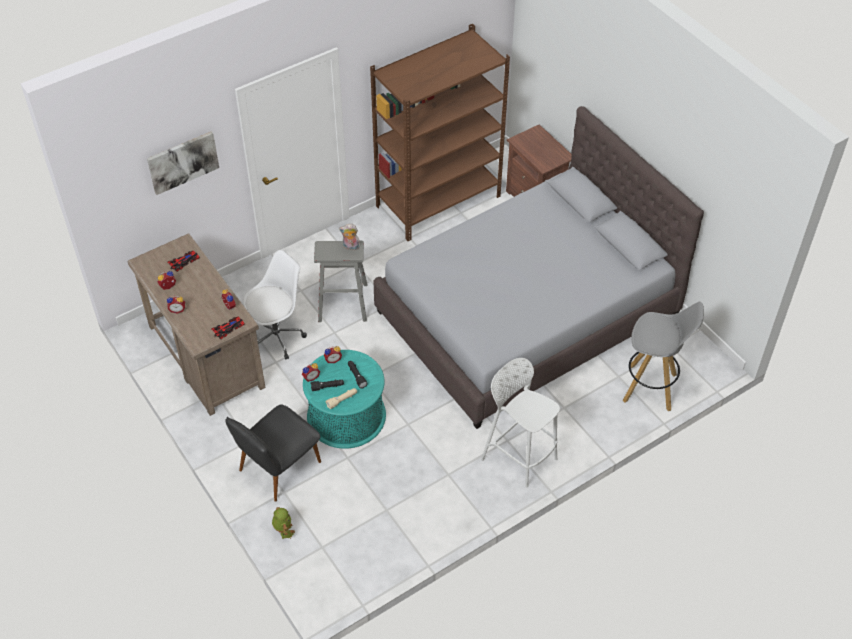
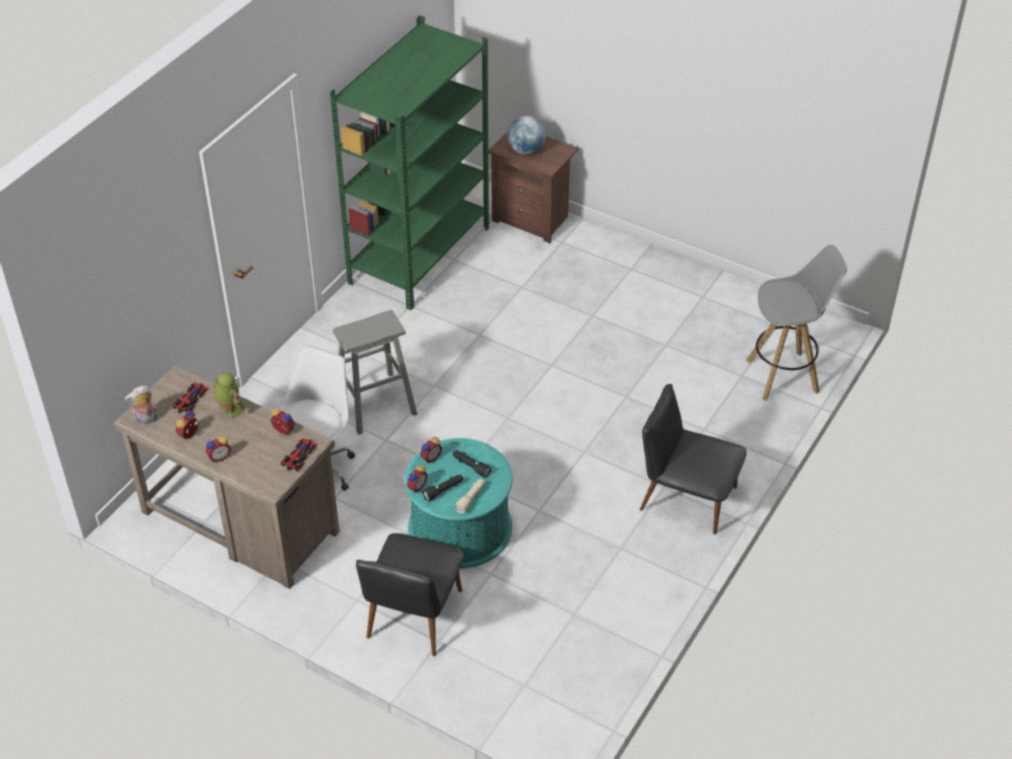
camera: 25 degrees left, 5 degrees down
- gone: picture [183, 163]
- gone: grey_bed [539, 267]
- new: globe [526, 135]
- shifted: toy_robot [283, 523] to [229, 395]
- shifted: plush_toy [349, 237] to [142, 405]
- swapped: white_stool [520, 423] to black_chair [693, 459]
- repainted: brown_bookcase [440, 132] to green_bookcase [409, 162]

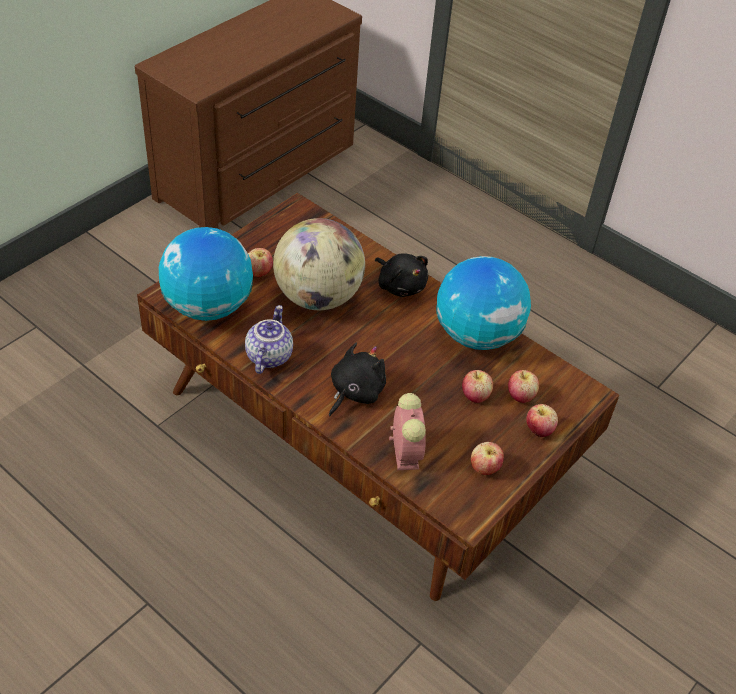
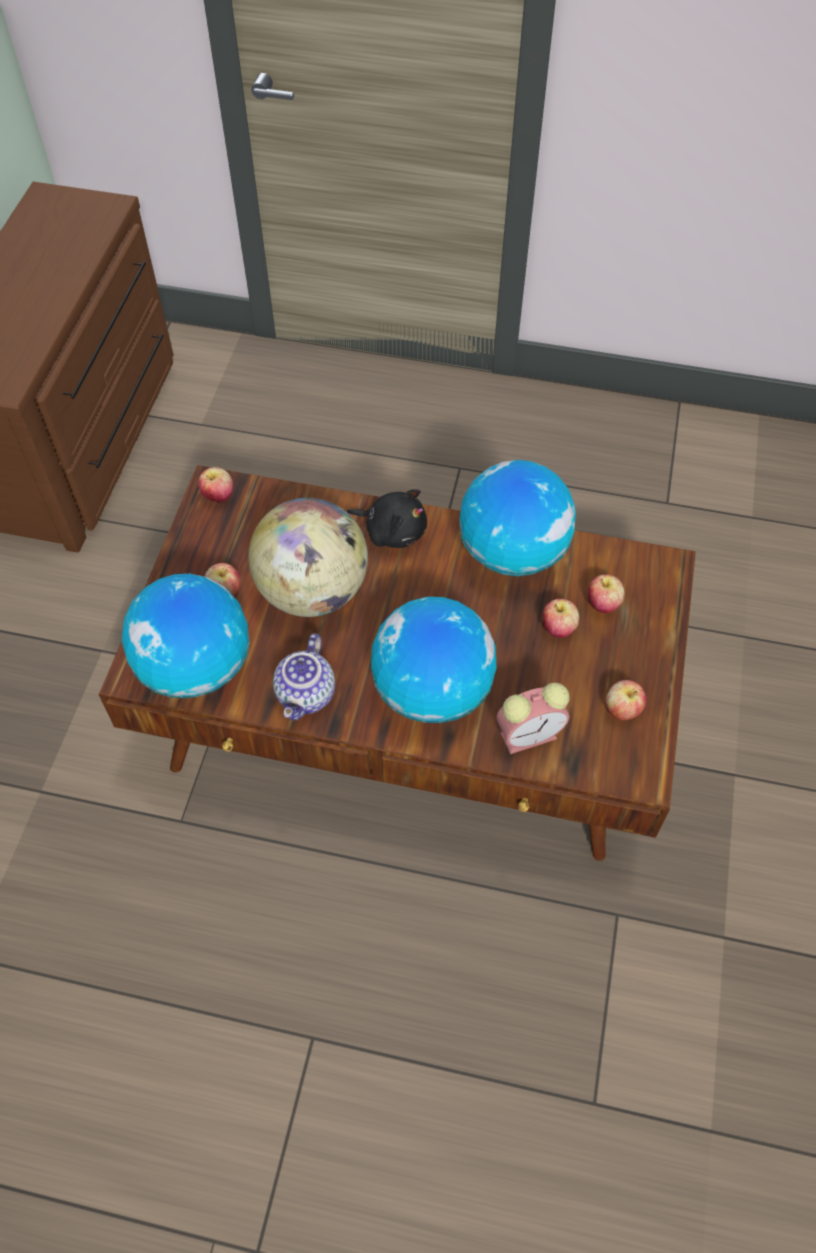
camera: 25 degrees left, 10 degrees up
- shifted: apple [542, 420] to [215, 485]
- swapped: black_plush_toy [357, 379] to globe [433, 660]
- rotated: teapot [269, 339] = [304, 676] 150 degrees counterclockwise
- rotated: alarm_clock [407, 431] = [533, 718] 105 degrees clockwise

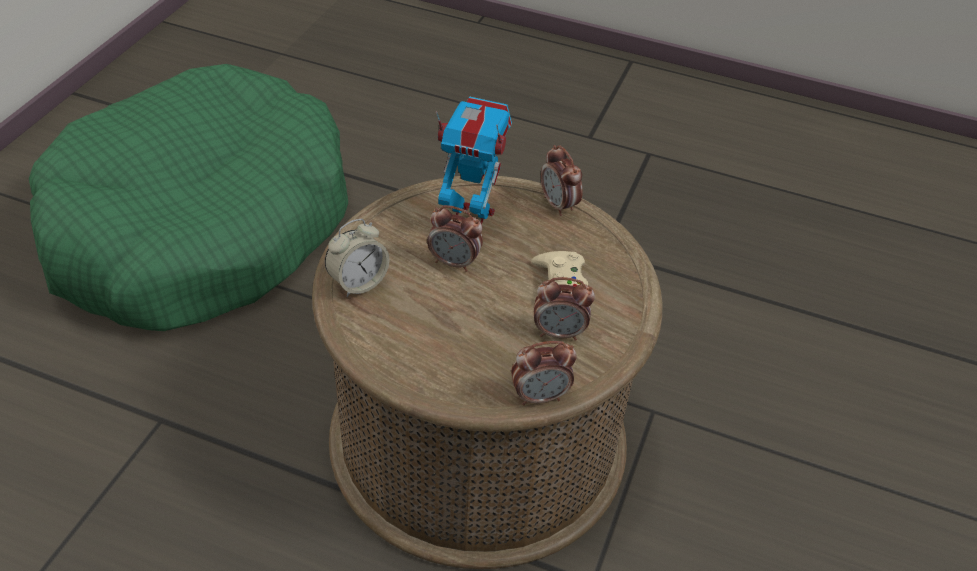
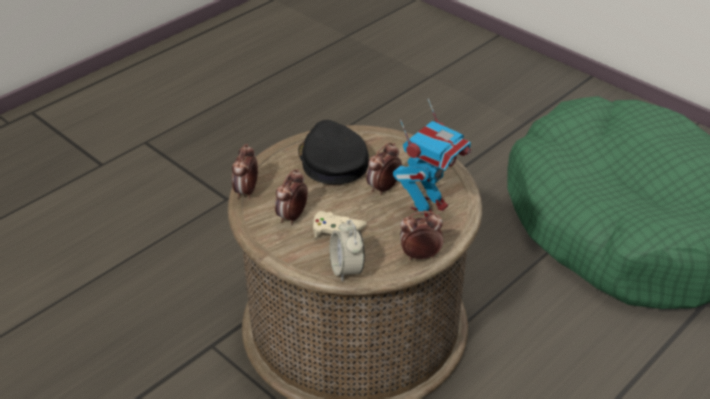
camera: 115 degrees right, 5 degrees down
- new: black_cap [333, 152]
- shifted: alarm_clock [357, 258] to [347, 251]

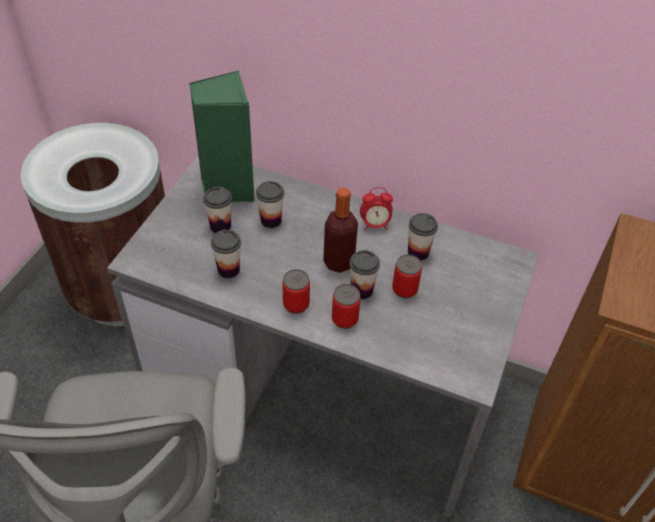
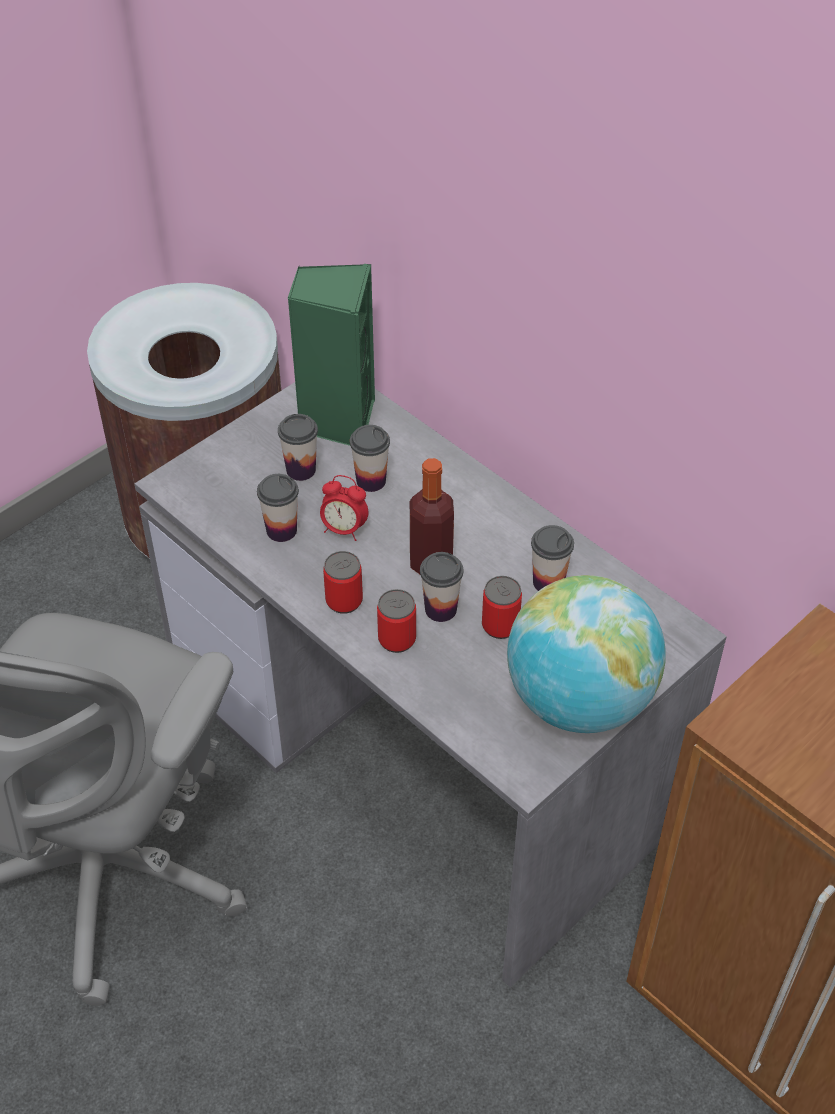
camera: 25 degrees right, 0 degrees up
- new: globe [586, 654]
- shifted: alarm_clock [376, 208] to [344, 508]

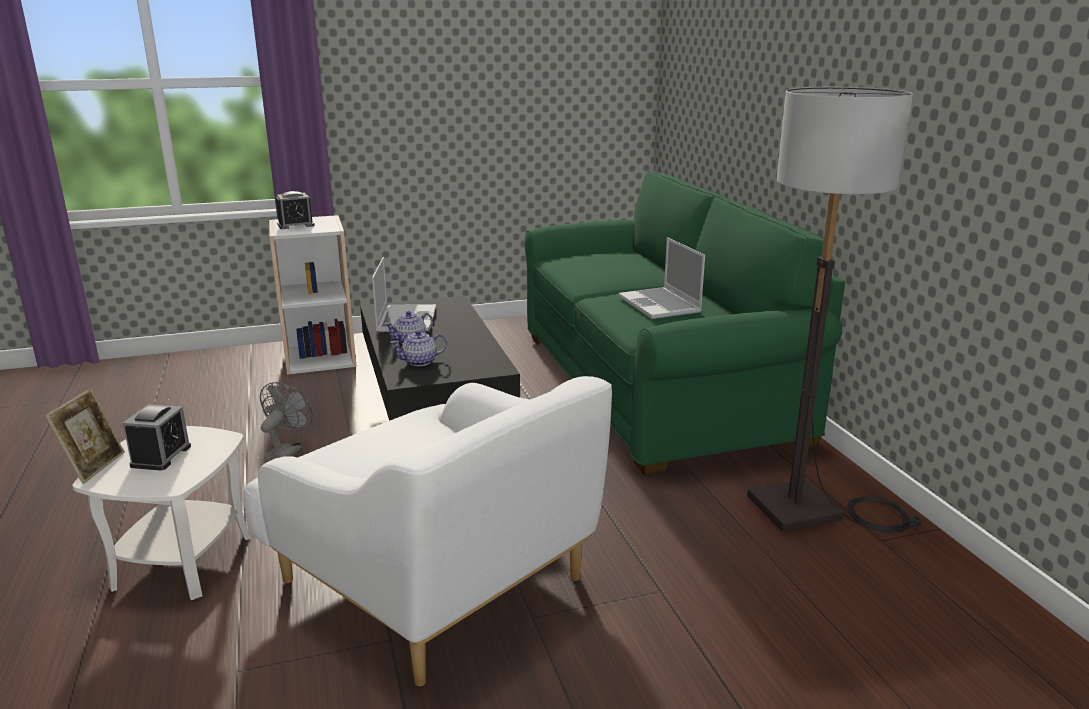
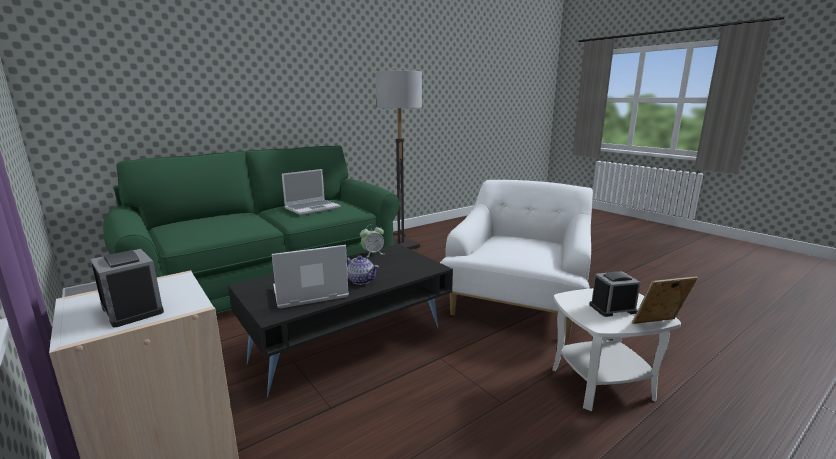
camera: 110 degrees left, 5 degrees down
- gone: grey_fan [286, 421]
- gone: teapot [418, 348]
- new: alarm_clock [372, 241]

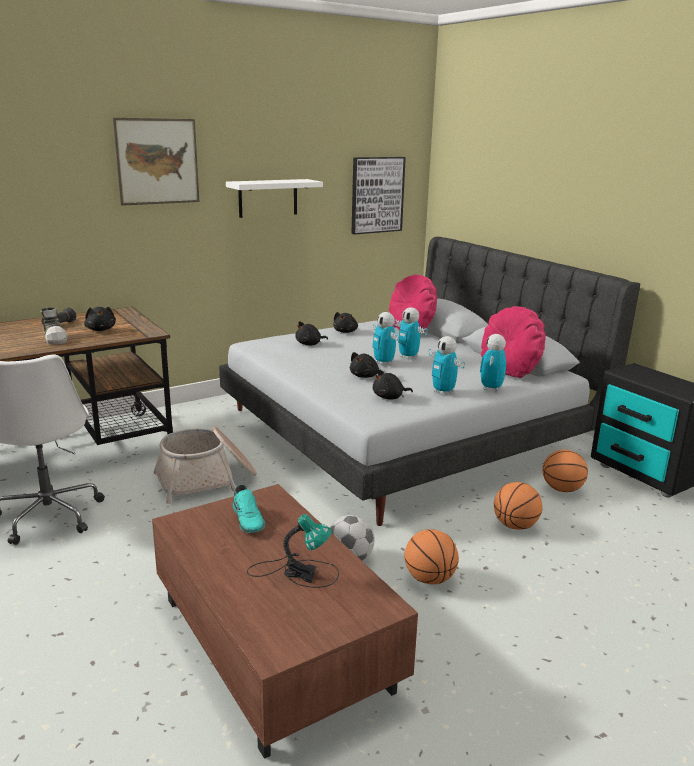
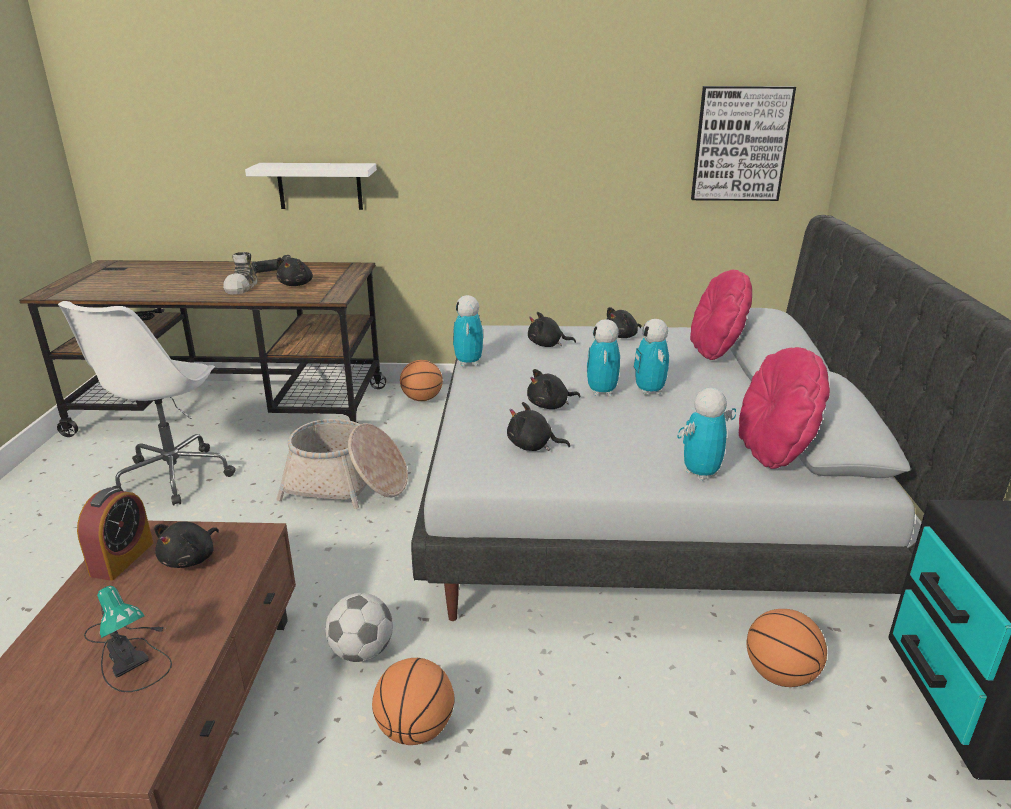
camera: 35 degrees right, 5 degrees up
- gone: picture [155, 162]
- new: alarm_clock [115, 534]
- shifted: white_shelf [274, 198] to [311, 186]
- shifted: toy_robot [447, 365] to [468, 330]
- shifted: basketball [518, 506] to [421, 380]
- swapped: turquoise_shoe [249, 509] to black_plush_toy [186, 545]

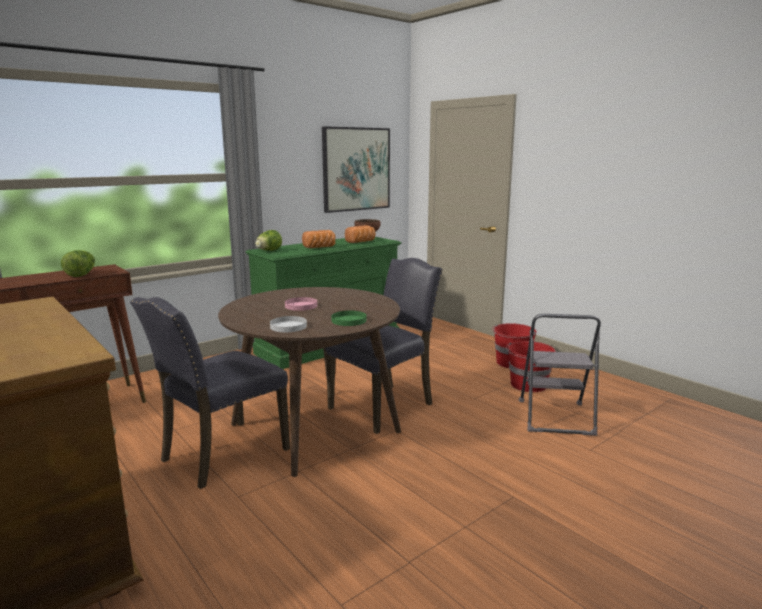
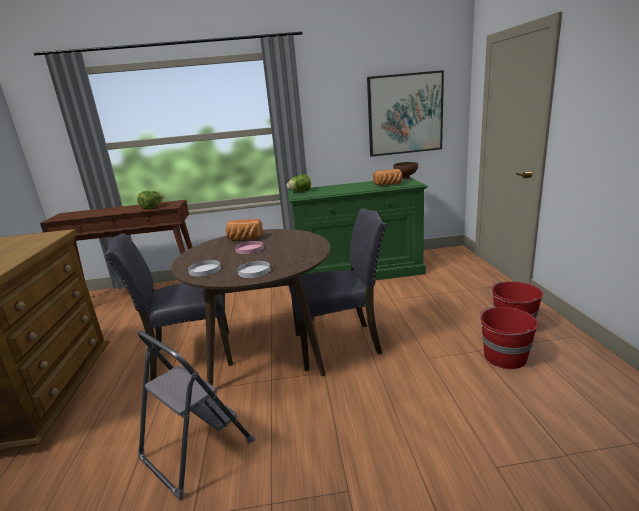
camera: 35 degrees right, 5 degrees up
- shifted: bread [318, 239] to [244, 229]
- shifted: grey_step_ladder [560, 375] to [196, 415]
- repainted: green_plate [348, 318] to white_plate [254, 269]

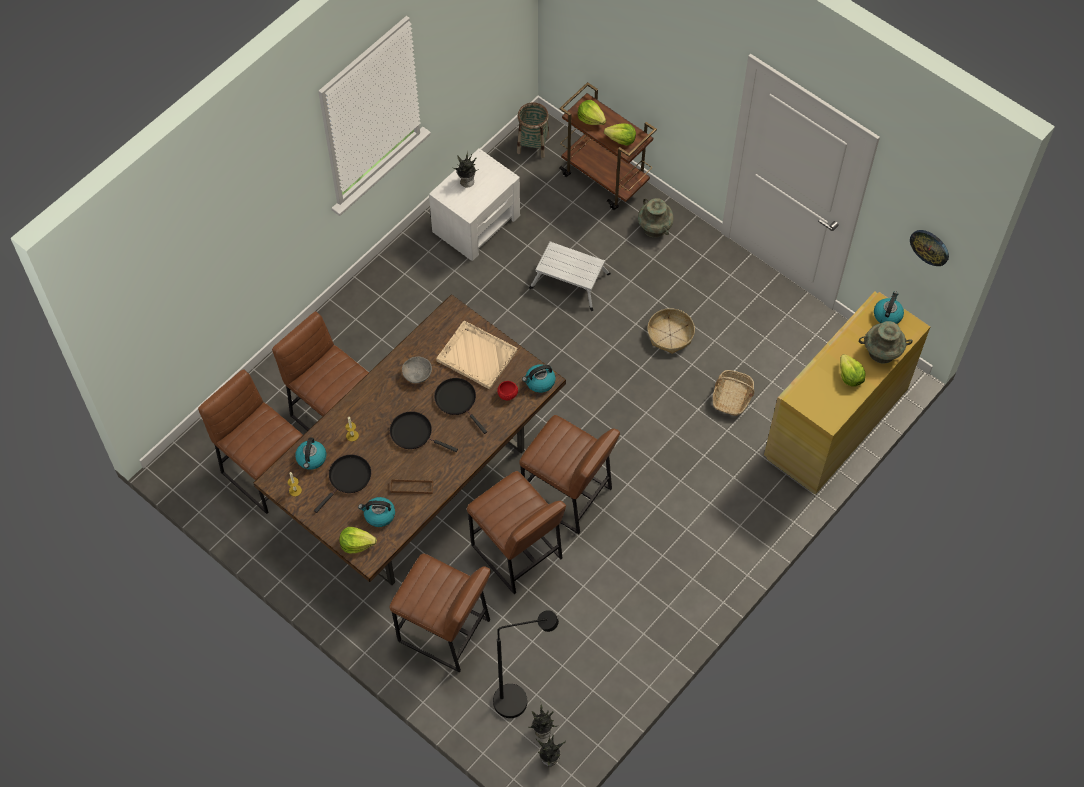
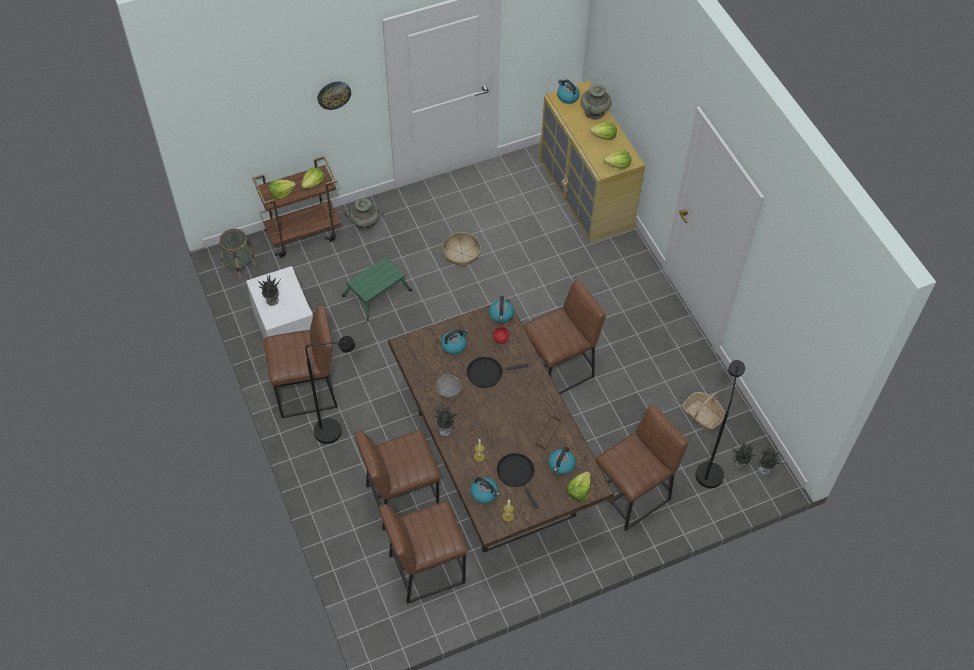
camera: 65 degrees left, 5 degrees down
- gone: black_frying_pan [424, 431]
- new: black_floor_lamp [330, 390]
- new: potted_plant [446, 420]
- new: lettuce [617, 159]
- shifted: brown_chair [516, 532] to [300, 361]
- shifted: basket [733, 393] to [703, 411]
- shifted: wall_clock [929, 248] to [334, 96]
- swapped: beige_tray [477, 355] to kettle [454, 342]
- repainted: white_step_ladder [570, 276] to green_step_ladder [377, 288]

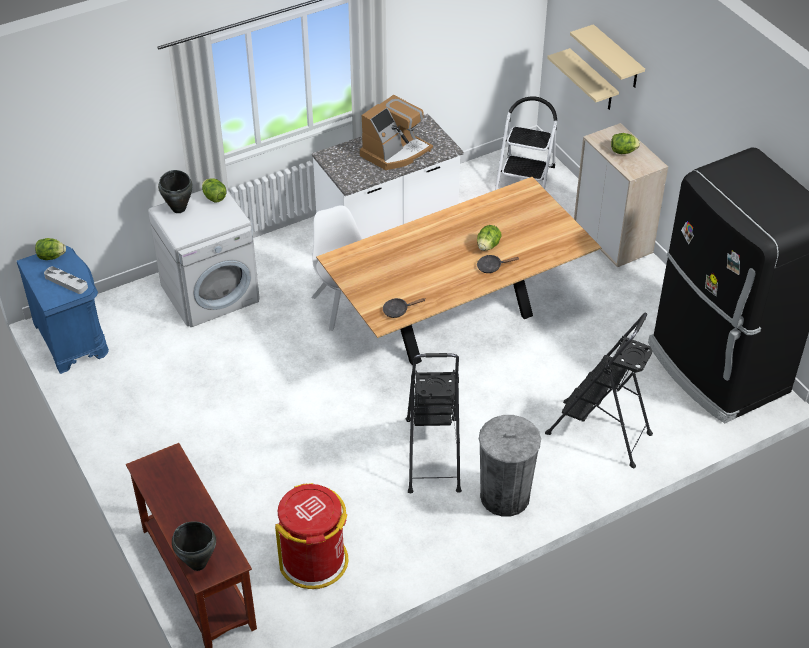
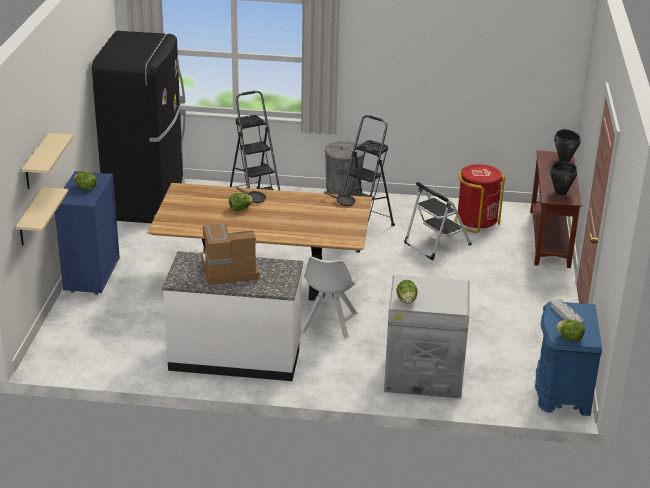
camera: 145 degrees left, 15 degrees down
- shifted: black_cooking_pot [175, 191] to [563, 178]
- shifted: step_ladder [526, 143] to [438, 221]
- repainted: beige_cabinet [621, 195] to blue_cabinet [87, 233]

